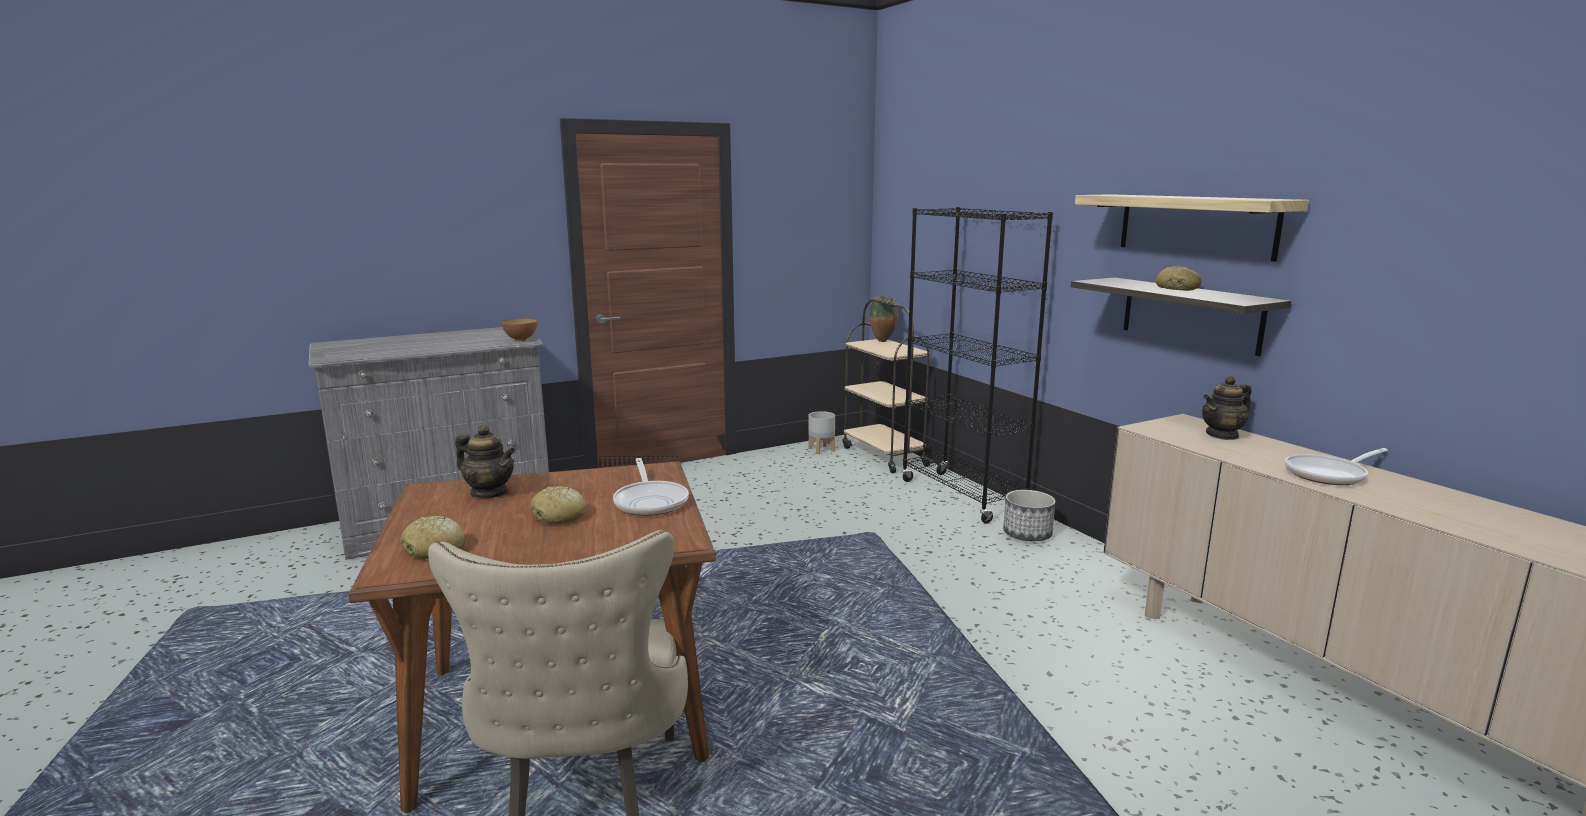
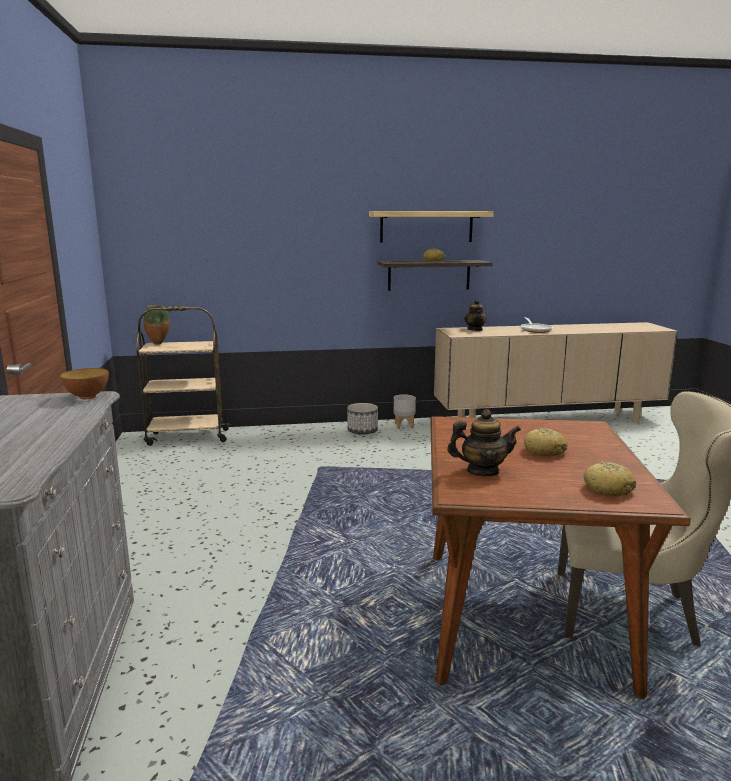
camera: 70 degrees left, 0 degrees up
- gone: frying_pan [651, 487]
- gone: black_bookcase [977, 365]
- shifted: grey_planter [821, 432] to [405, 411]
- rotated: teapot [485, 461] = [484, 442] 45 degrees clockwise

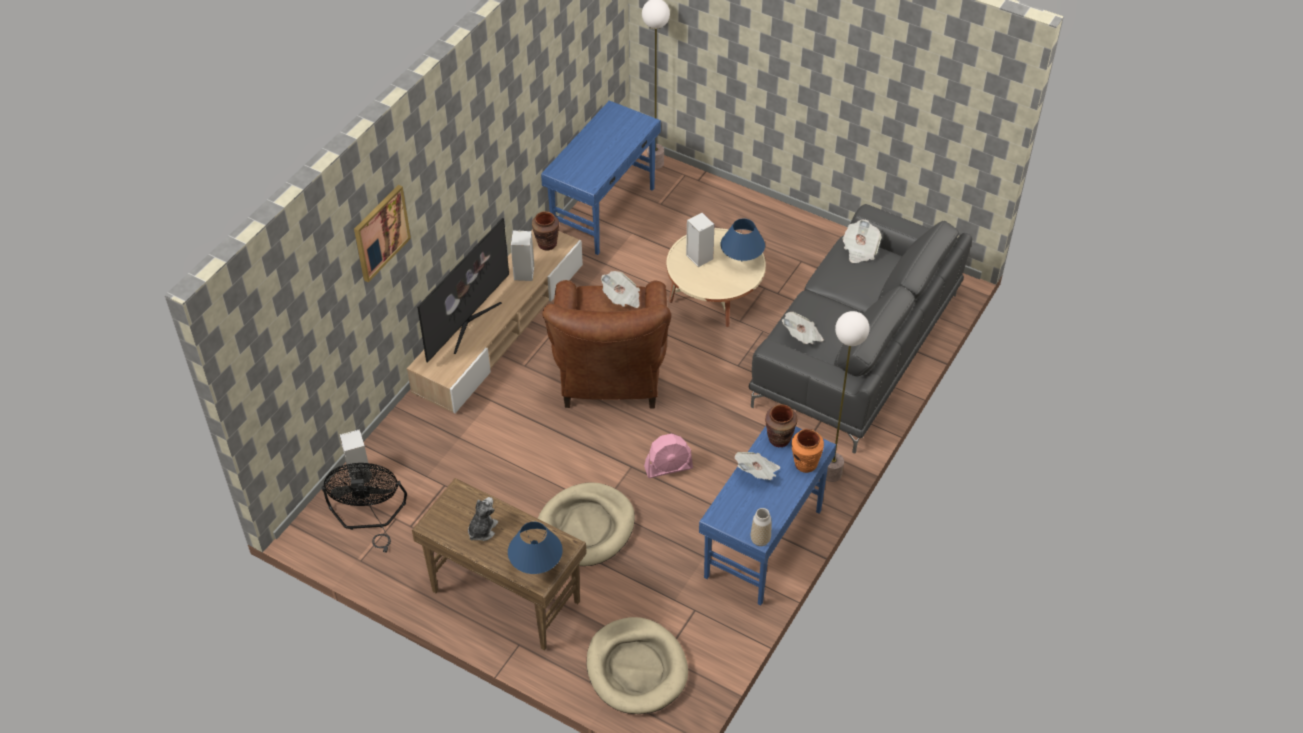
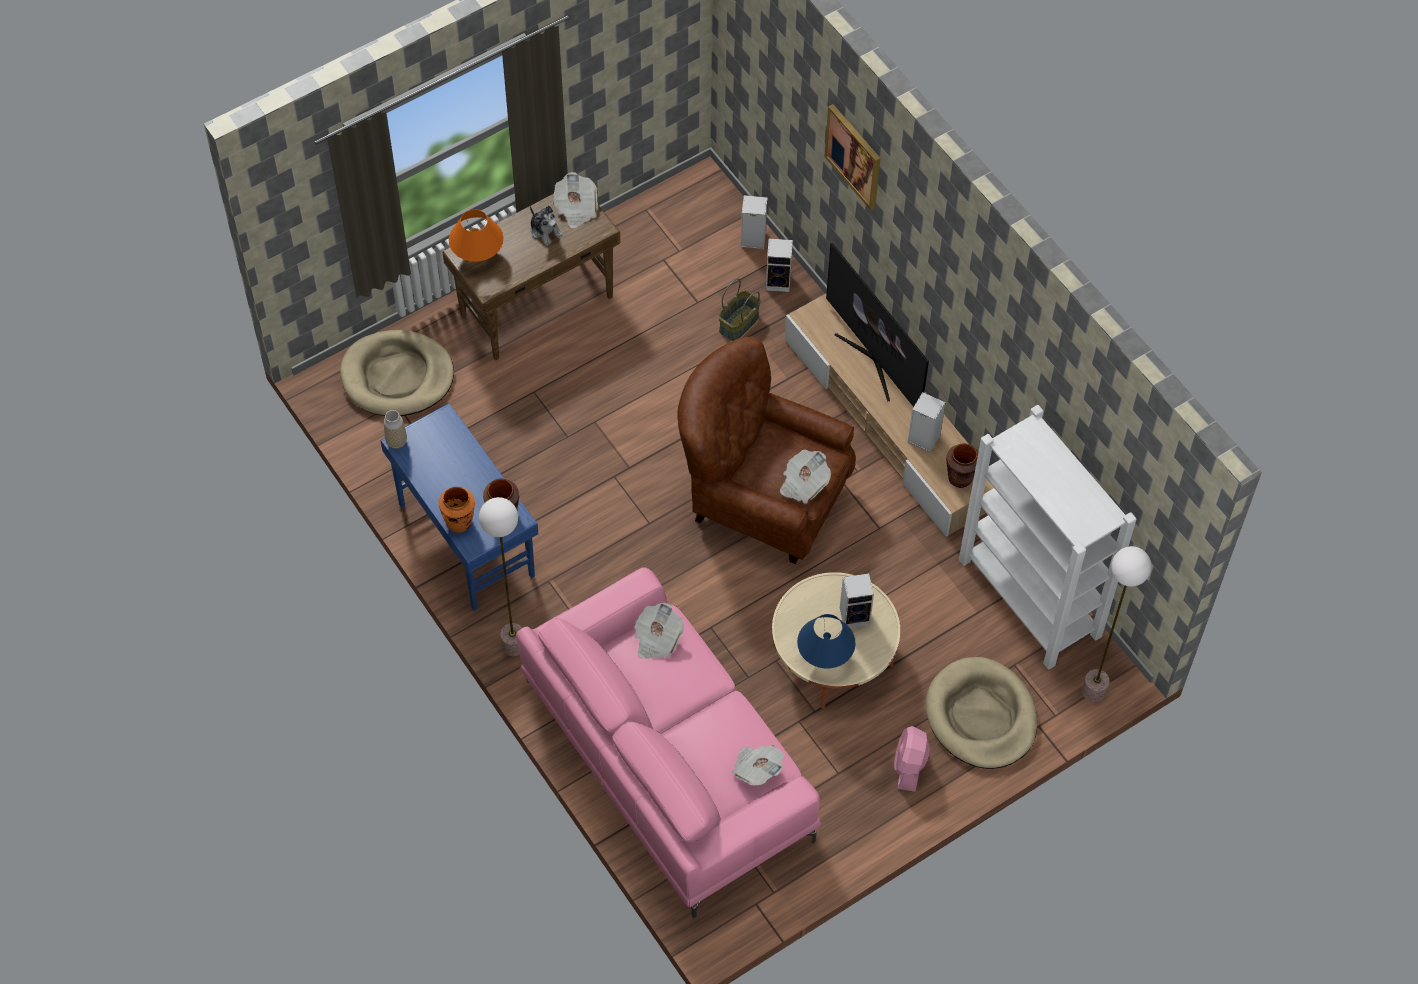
camera: 115 degrees right, 10 degrees up
- gone: black_fan [364, 507]
- new: basket [740, 309]
- new: speaker [779, 265]
- shifted: beige_dog_bed [586, 524] to [981, 713]
- shifted: pink_fan [668, 455] to [912, 759]
- shifted: newspaper [757, 466] to [575, 200]
- swapped: blue_console_table [601, 177] to white_bookcase [1048, 537]
- repainted: blue_table_lamp [535, 548] to orange_table_lamp [476, 235]
- repainted: grey_sofa [860, 329] to pink_sofa [668, 742]

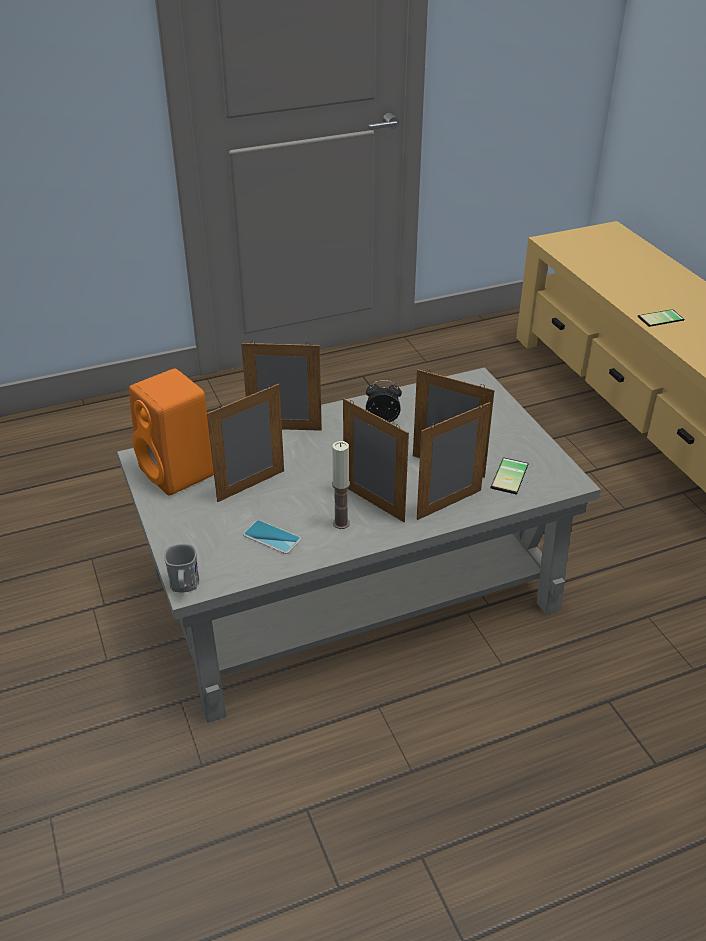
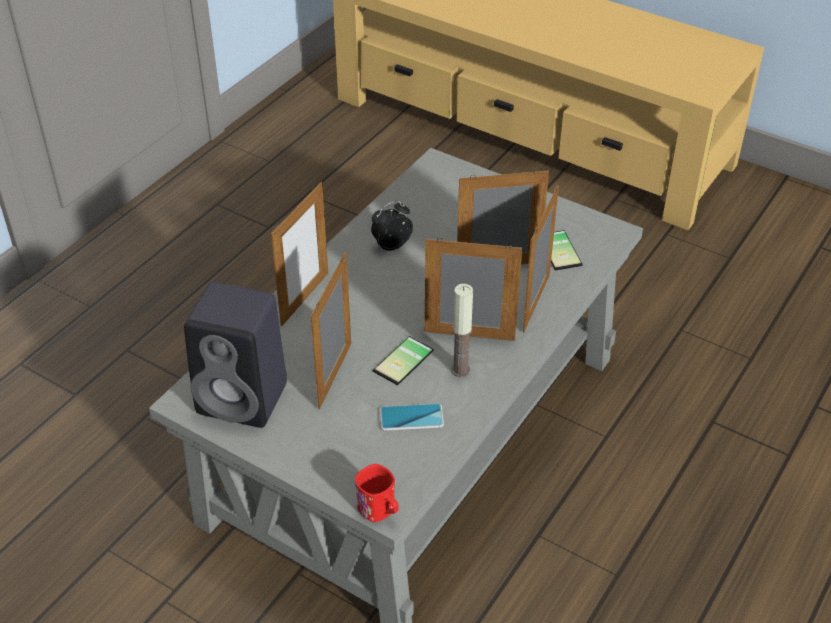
camera: 35 degrees left, 5 degrees up
- shifted: phone [661, 318] to [403, 360]
- repainted: orange_speaker [171, 432] to black_speaker [235, 355]
- repainted: grey_mug [181, 568] to red_mug [377, 493]
- rotated: picture_frame [281, 386] = [299, 254] 150 degrees clockwise

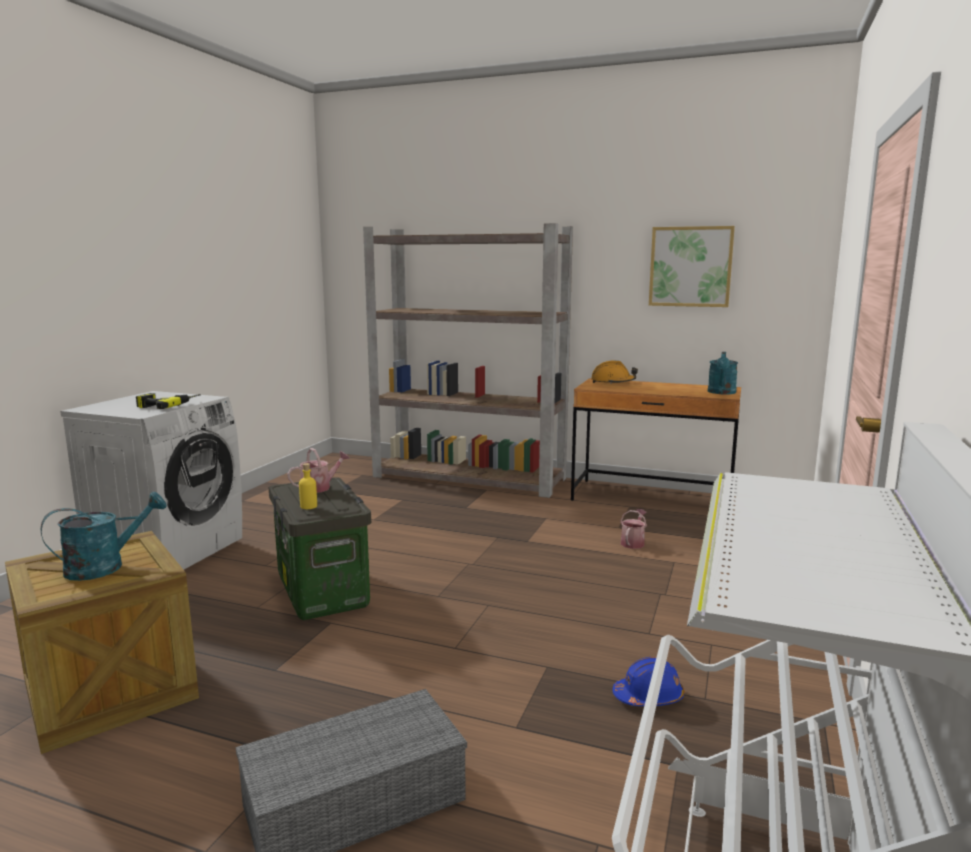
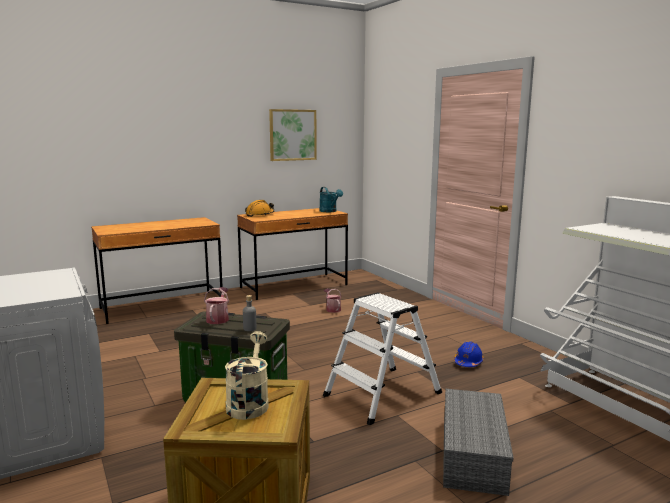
camera: 50 degrees left, 0 degrees up
- gone: power_drill [168, 401]
- new: white_step_ladder [382, 358]
- swapped: brown_bookcase [468, 360] to brown_desk [157, 270]
- repainted: turquoise_watering_can [104, 536] to beige_watering_can [247, 375]
- repainted: yellow_bottle [308, 486] to grey_bottle [249, 313]

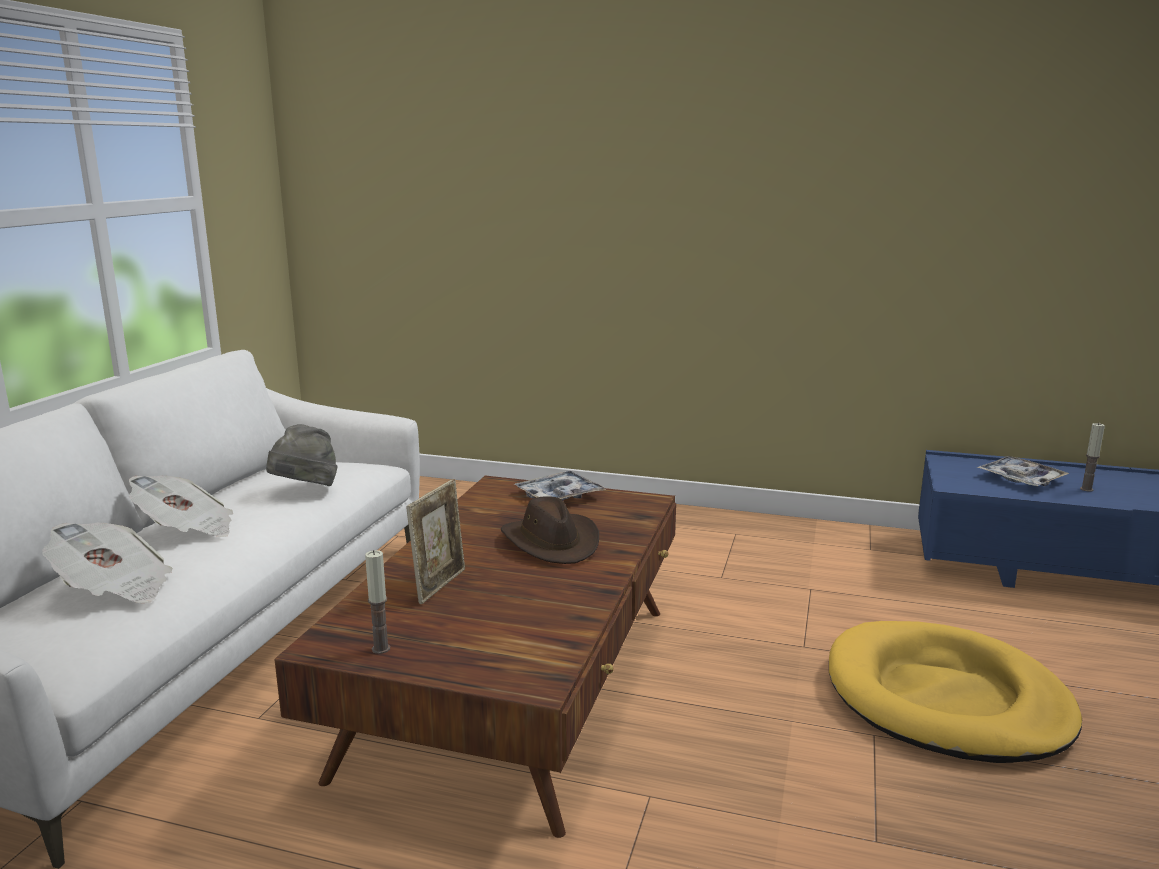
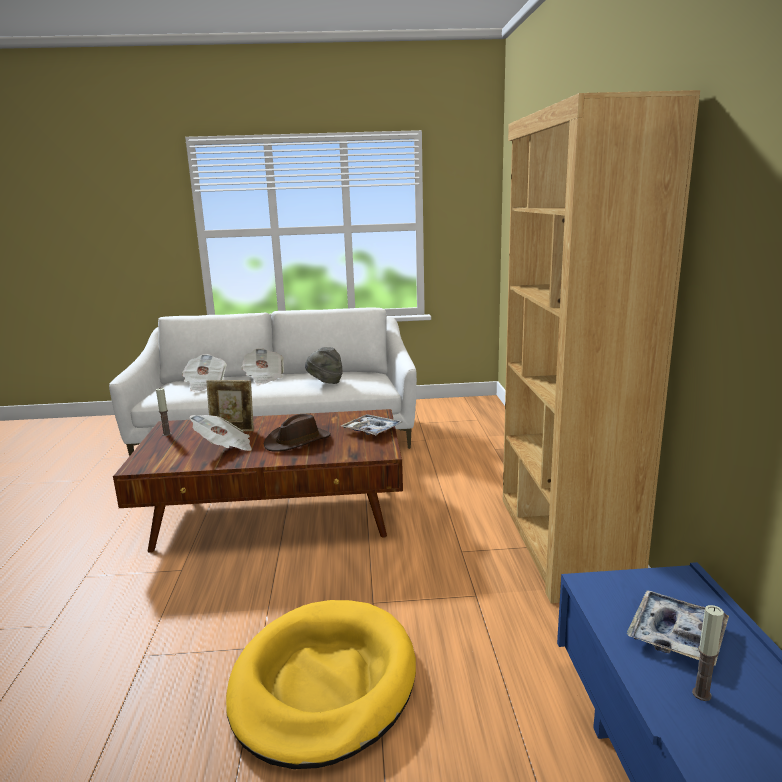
camera: 70 degrees right, 0 degrees up
- new: newspaper [220, 433]
- new: brown_bookcase [601, 346]

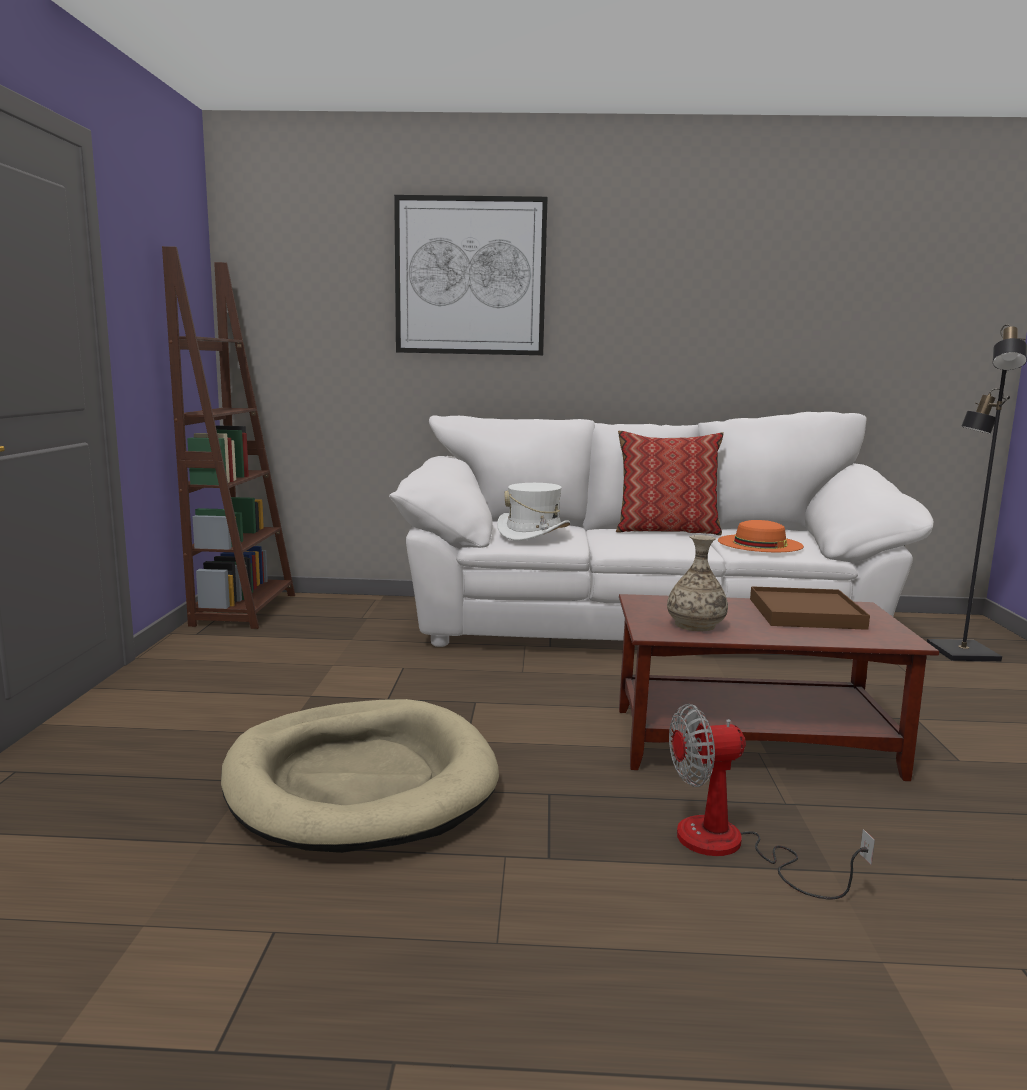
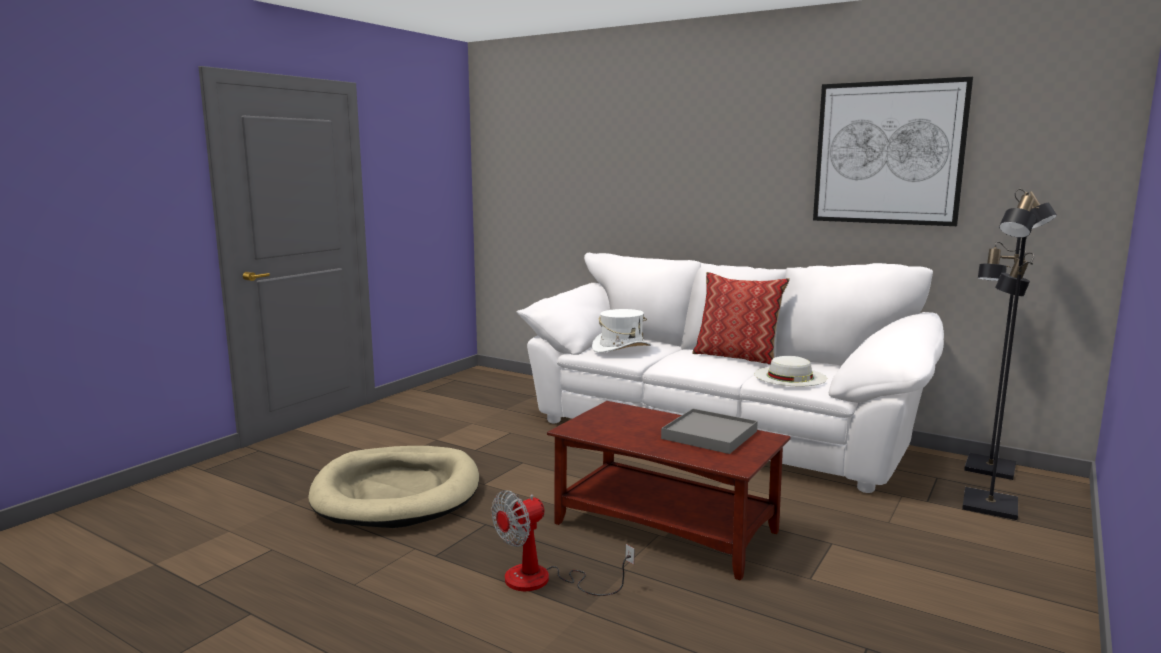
camera: 30 degrees right, 0 degrees up
- gone: brown_bookcase [228, 437]
- gone: vase [697, 583]
- new: black_floor_lamp [1010, 334]
- shifted: picture [471, 275] to [893, 151]
- repainted: orange_hat [761, 536] to white_hat [790, 371]
- repainted: brown_tray [810, 608] to grey_tray [709, 431]
- rotated: fan [772, 802] = [563, 543] 60 degrees counterclockwise

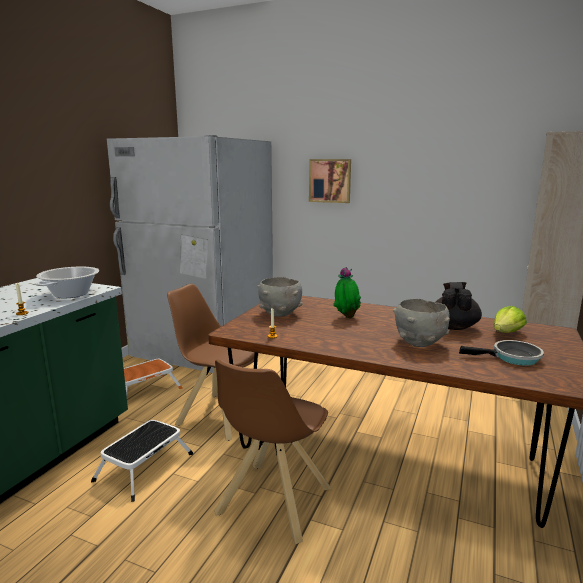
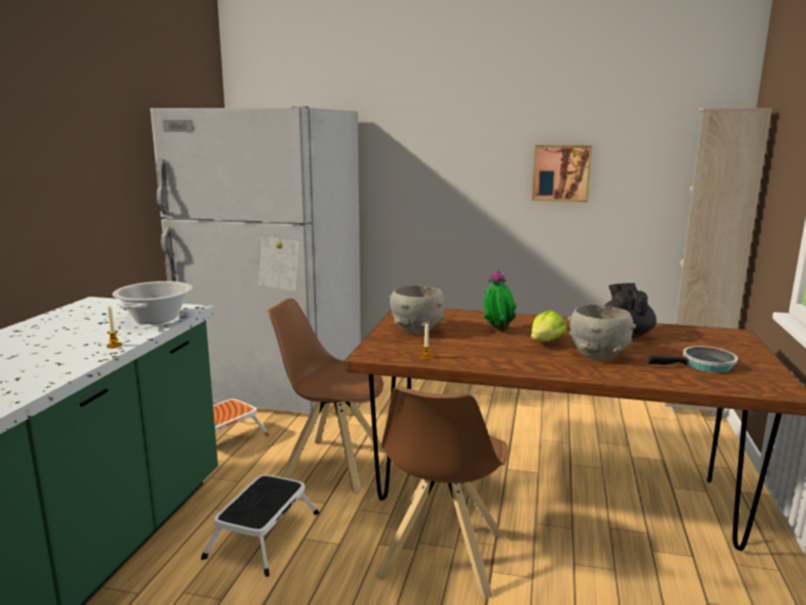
camera: 10 degrees left, 0 degrees up
- shifted: picture [330, 181] to [562, 173]
- shifted: lettuce [510, 319] to [549, 326]

